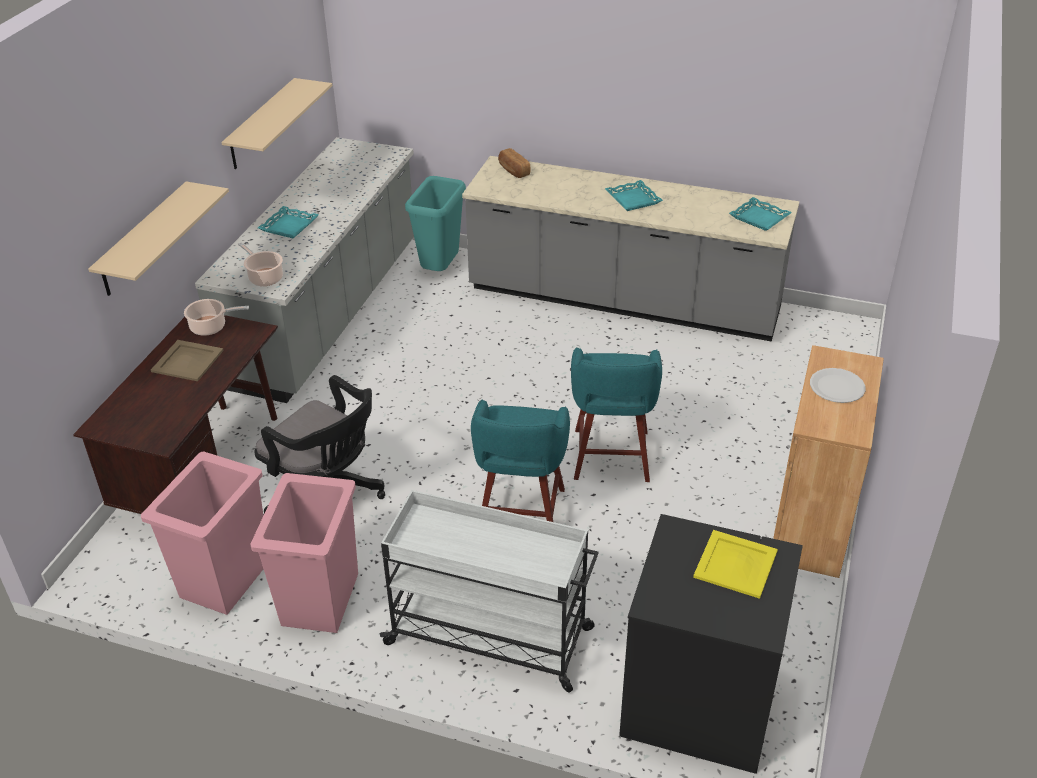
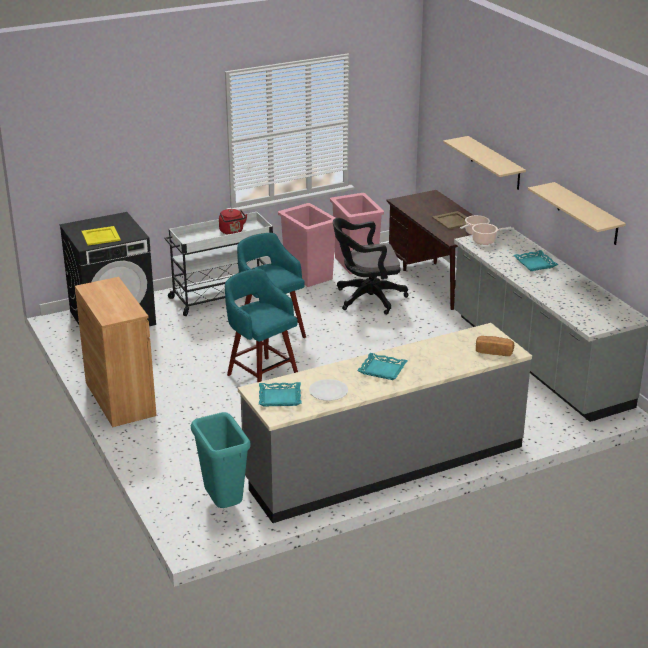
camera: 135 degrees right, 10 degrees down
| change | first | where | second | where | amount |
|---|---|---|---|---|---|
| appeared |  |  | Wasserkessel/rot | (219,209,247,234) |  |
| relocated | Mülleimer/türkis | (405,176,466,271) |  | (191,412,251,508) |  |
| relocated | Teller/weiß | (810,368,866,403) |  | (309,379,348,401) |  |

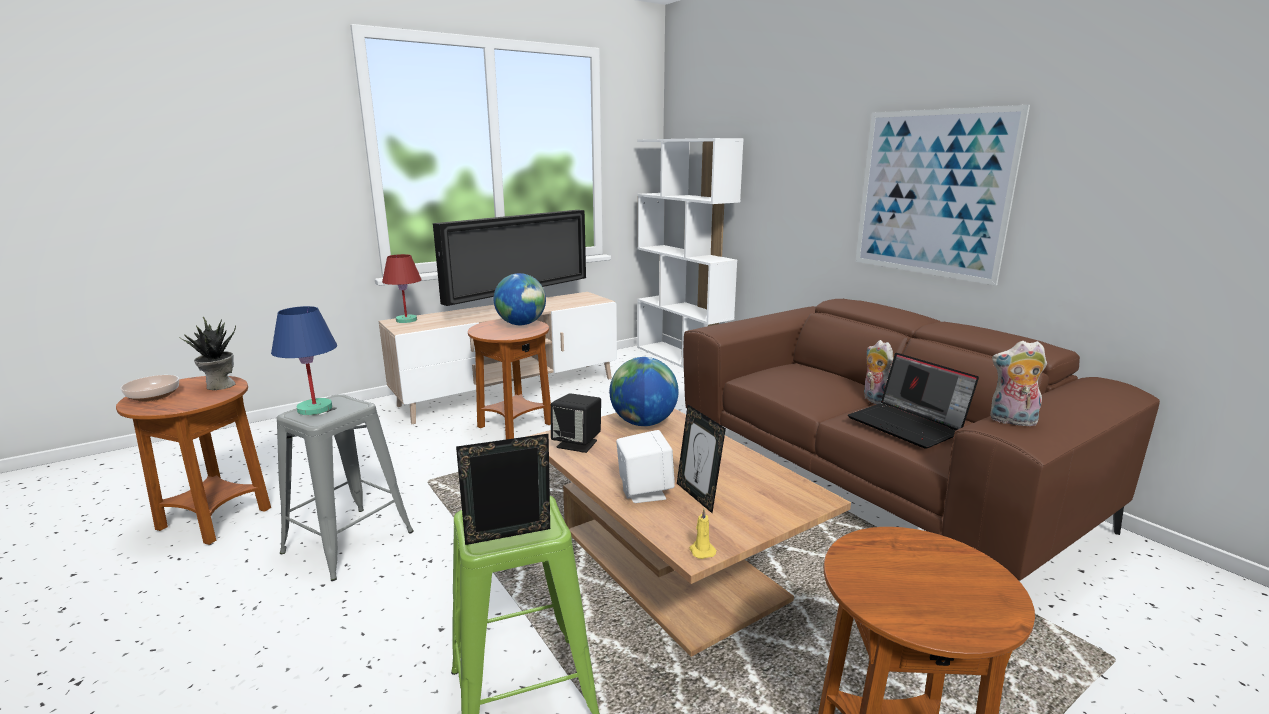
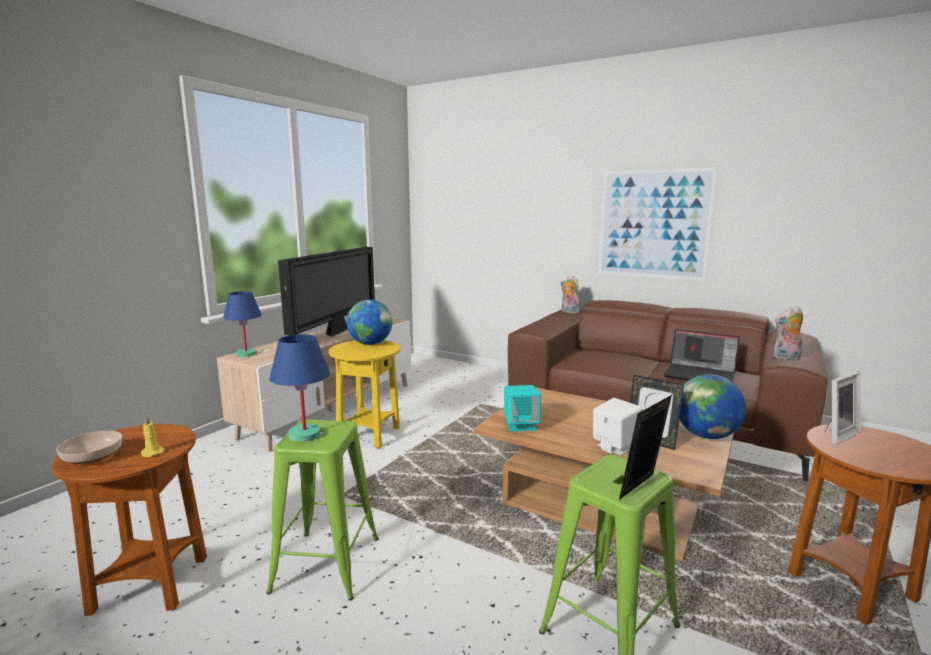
camera: 25 degrees left, 5 degrees down
| change | first | where | second | where | amount |
|---|---|---|---|---|---|
| missing | Topfpflanze | (179,317,236,390) |  |  |  |
| missing | Bücherregal/weiß | (637,138,744,368) |  |  |  |
| appeared |  |  | Bilderrahmen | (825,371,861,445) |  |
| relocated | Globus | (609,357,679,426) |  | (679,374,746,439) |  |
| relocated | Kerze/gelb | (690,509,717,559) |  | (141,416,165,457) |  |
| relocated | Plüschtier | (863,340,893,405) |  | (560,275,580,313) |  |
| colour | Hocker/grau | (277,394,414,581) | Hocker/grün | (266,419,379,601) |  |
| colour | Tischlampe/rot | (382,254,422,323) | Tischlampe/blau | (223,291,262,357) |  |
| colour | Beistelltisch/braun | (468,319,551,439) | Beistelltisch/gelb | (329,340,401,448) |  |
| colour | Lautsprecher/schwarz | (551,393,601,453) | Lautsprecher/türkis | (504,385,541,431) |  |

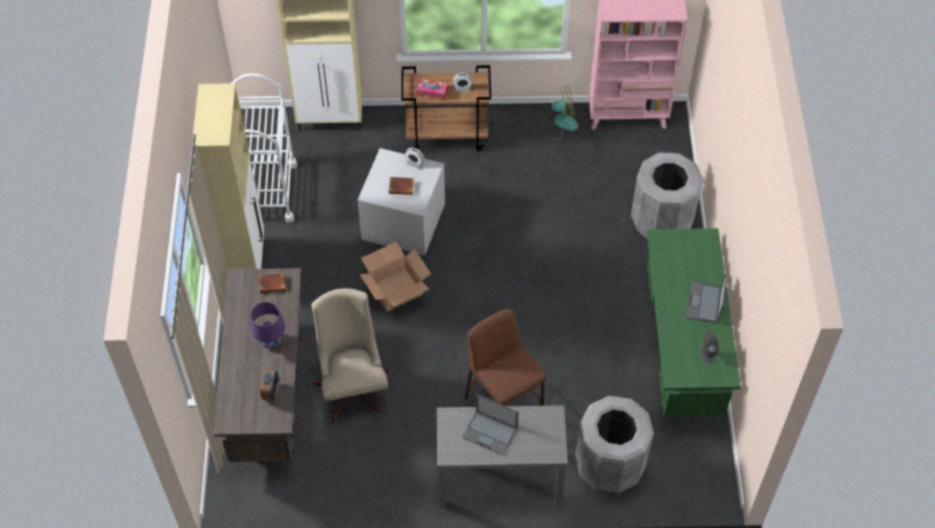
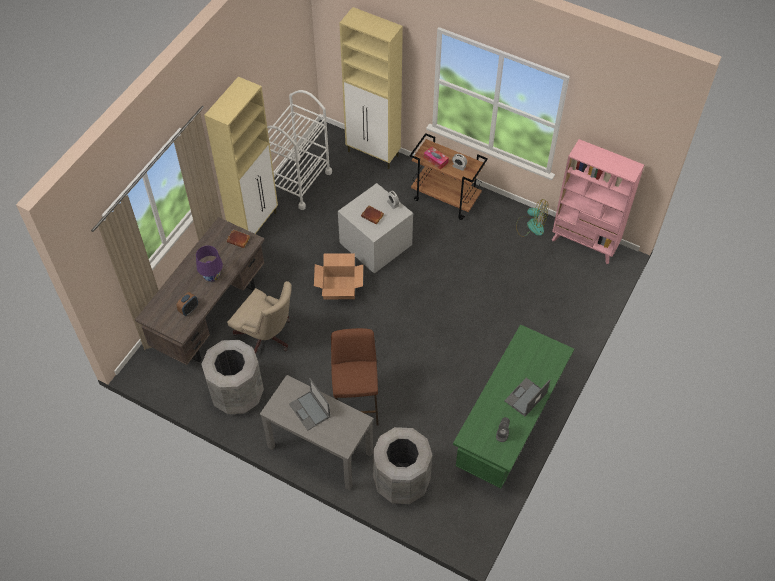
camera: 30 degrees right, 0 degrees up
| change | first | where | second | where | amount |
|---|---|---|---|---|---|
| relocated | Mülleimer/grau | (631,152,703,238) |  | (201,340,264,414) |  |
| spun | Bürostuhl/beige | (311,288,390,423) |  | (227,281,292,354) | 105 degrees clockwise |

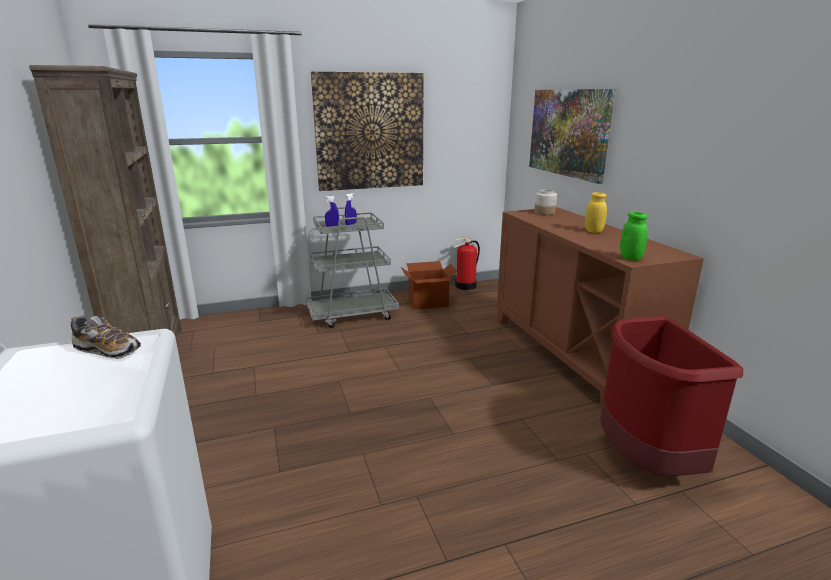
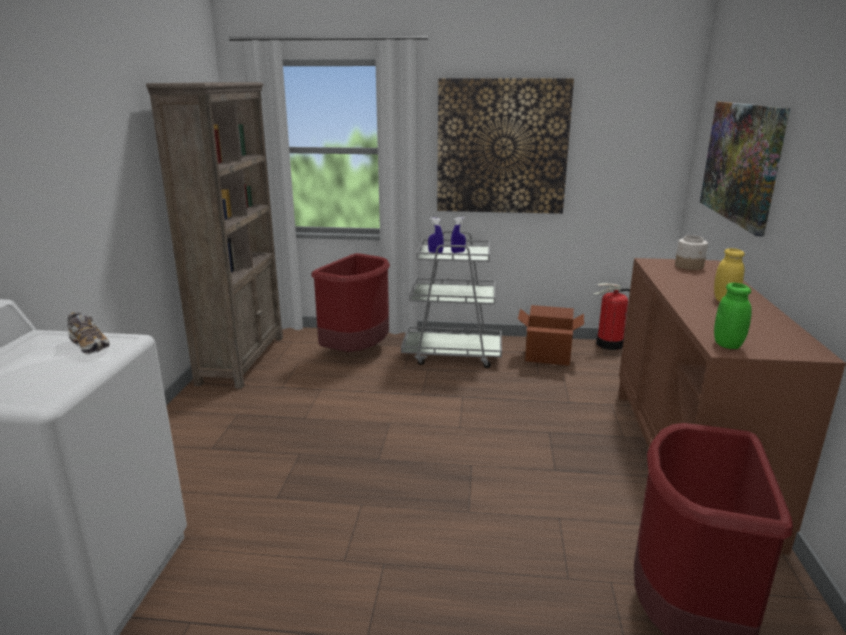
camera: 25 degrees right, 0 degrees up
| change | first | where | second | where | amount |
|---|---|---|---|---|---|
| appeared |  |  | Mülleimer/rot | (311,253,390,352) |  |

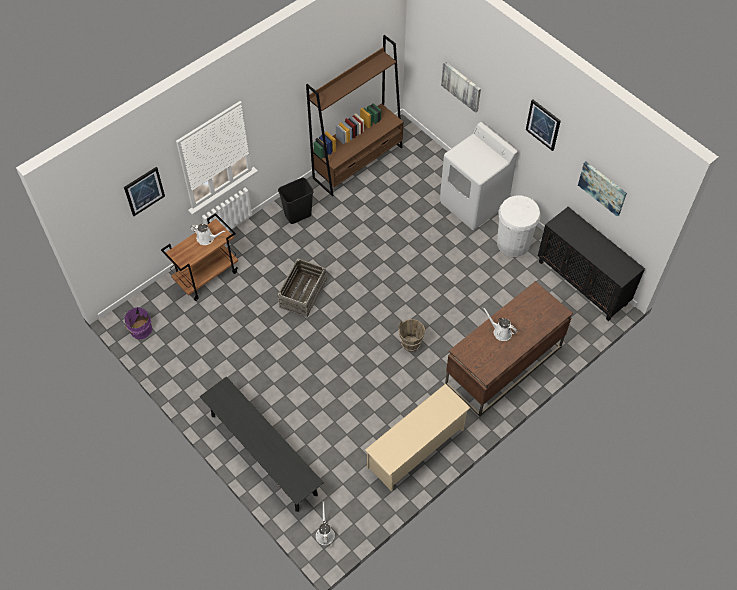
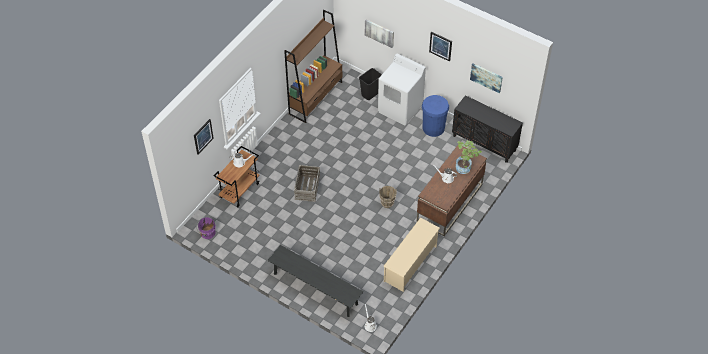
camera: 15 degrees left, 5 degrees down
| change | first | where | second | where | amount |
|---|---|---|---|---|---|
| appeared |  |  | Topfpflanze | (456,140,482,174) |  |
| relocated | Mülleimer/schwarz | (278,178,314,224) |  | (359,68,382,100) |  |
| colour | Mülleimer/weiß | (497,196,541,257) | Mülleimer/blau | (422,95,449,137) |  |

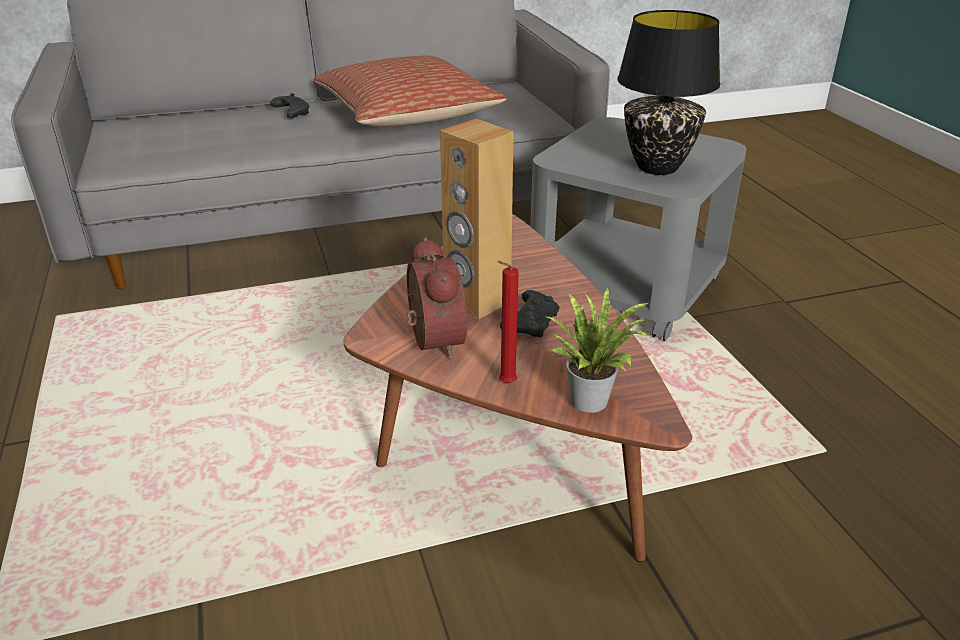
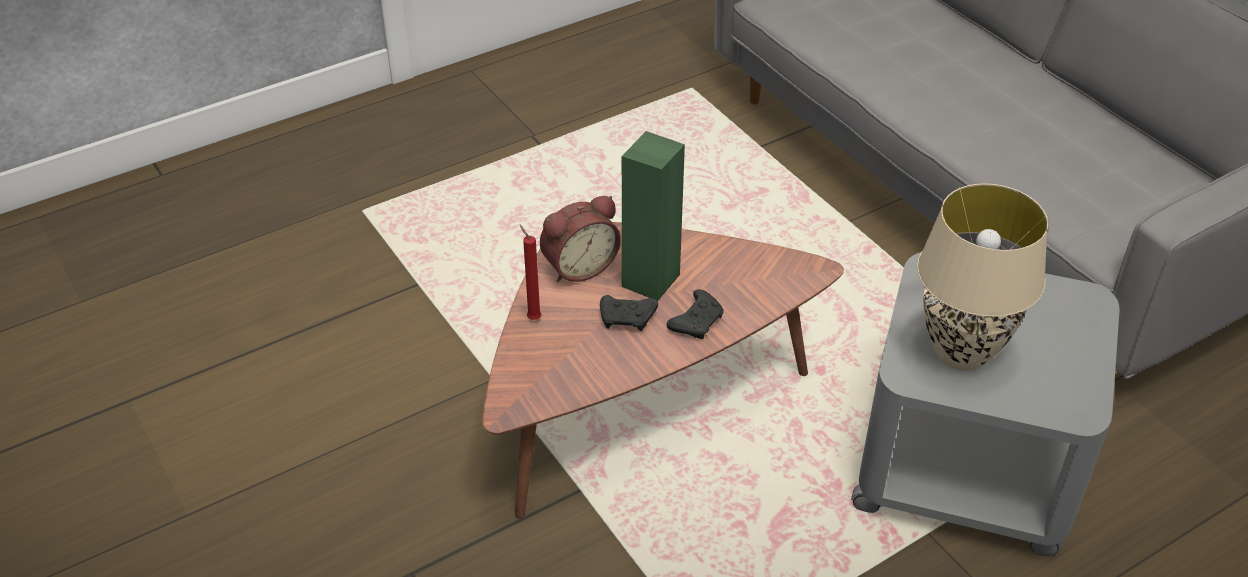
camera: 75 degrees right, 10 degrees up
| change | first | where | second | where | amount |
|---|---|---|---|---|---|
| missing | Kissen | (314,56,507,127) |  |  |  |
| missing | Topfpflanze | (544,287,652,413) |  |  |  |
| relocated | Gamepad/schwarz | (270,93,309,118) |  | (667,289,724,339) |  |
| colour | Lautsprecher/braun | (440,119,513,319) | Lautsprecher/grün | (622,131,685,301) |  |
| colour | Tischlampe/schwarz | (617,10,720,175) | Tischlampe/beige | (917,183,1048,371) |  |

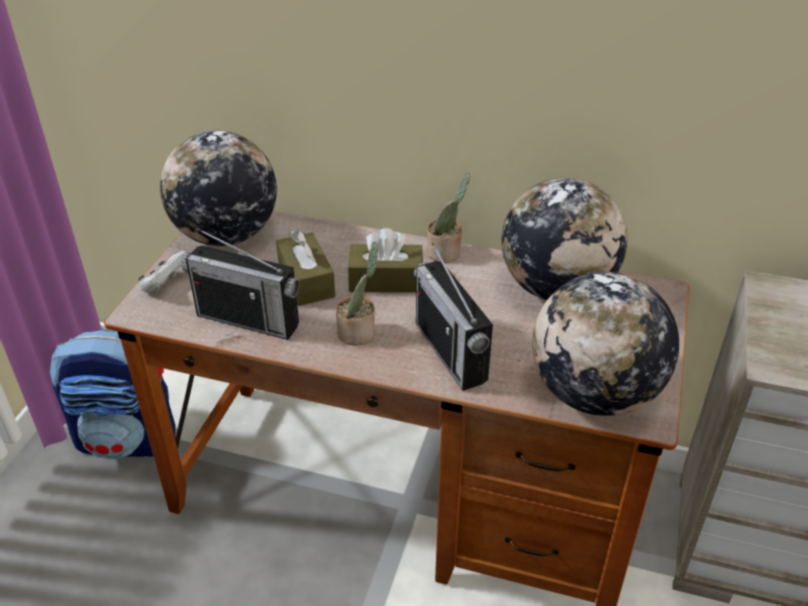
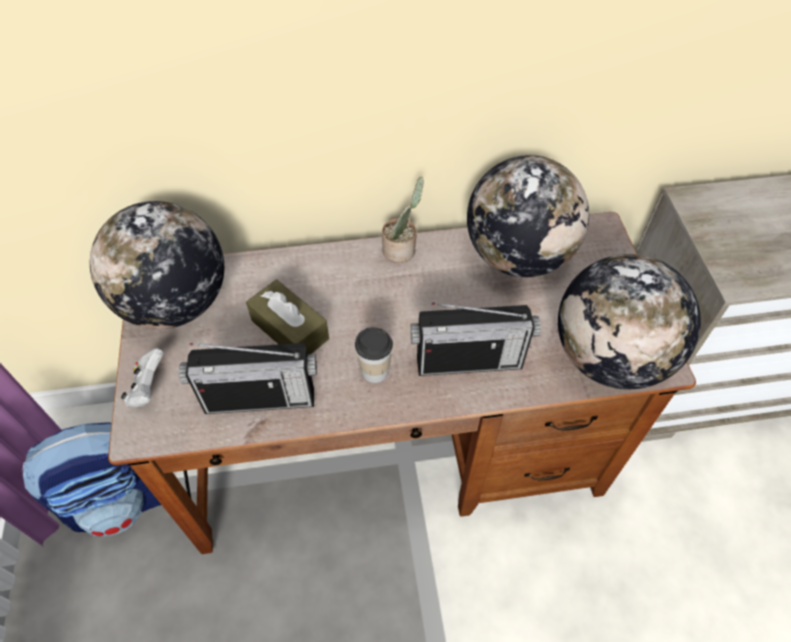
camera: 25 degrees left, 15 degrees up
| change | first | where | second | where | amount |
|---|---|---|---|---|---|
| missing | Taschentuchbox/braun | (348,228,423,293) |  |  |  |
| exchanged | Topfpflanze | (336,242,378,346) | Tasse | (355,327,393,383) |  |
| spun | Radio | (414,242,493,391) |  | (410,302,541,376) | 45 degrees counterclockwise |

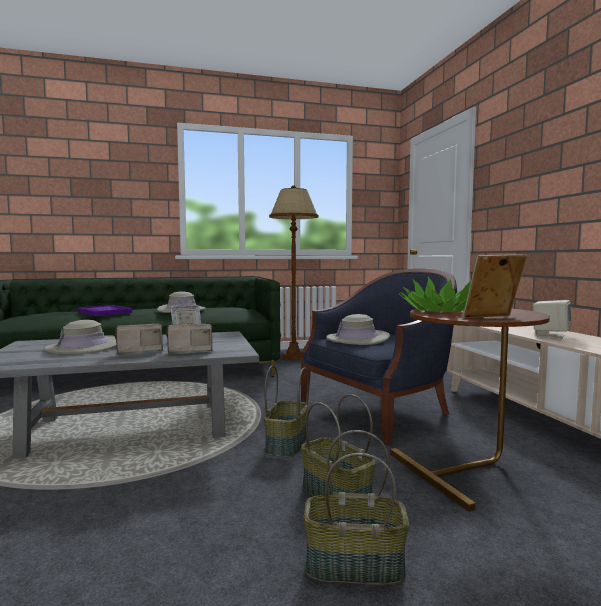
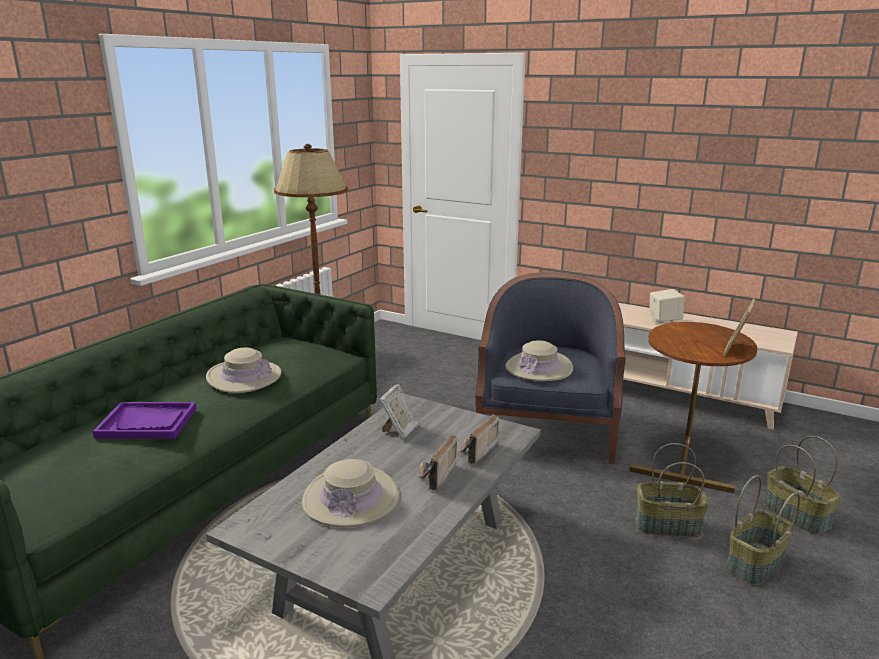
camera: 45 degrees left, 15 degrees up
| change | first | where | second | where | amount |
|---|---|---|---|---|---|
| missing | Topfpflanze | (399,277,471,312) |  |  |  |
| relocated | Korb | (264,365,309,458) |  | (763,436,841,535) |  |

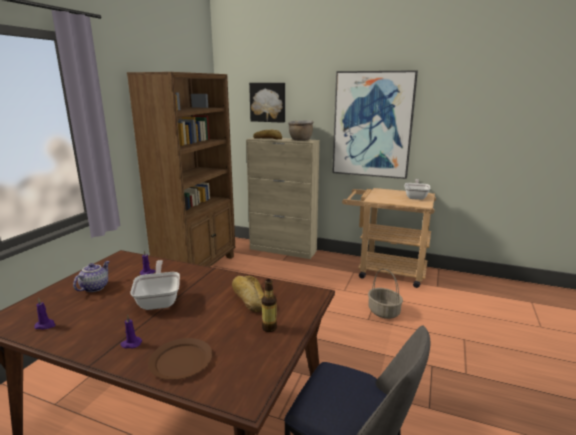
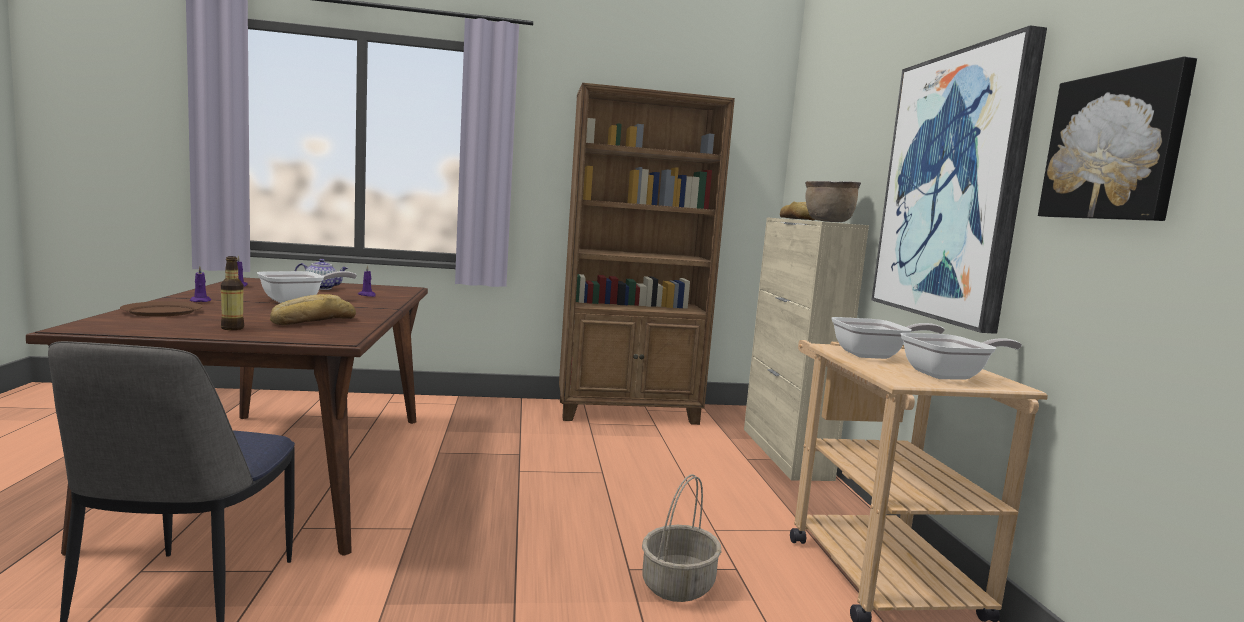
camera: 60 degrees right, 10 degrees down
| change | first | where | second | where | amount |
|---|---|---|---|---|---|
| appeared |  |  | Pfanne | (832,317,945,359) |  |
| relocated | Bild | (249,83,285,123) |  | (1038,56,1197,221) |  |

